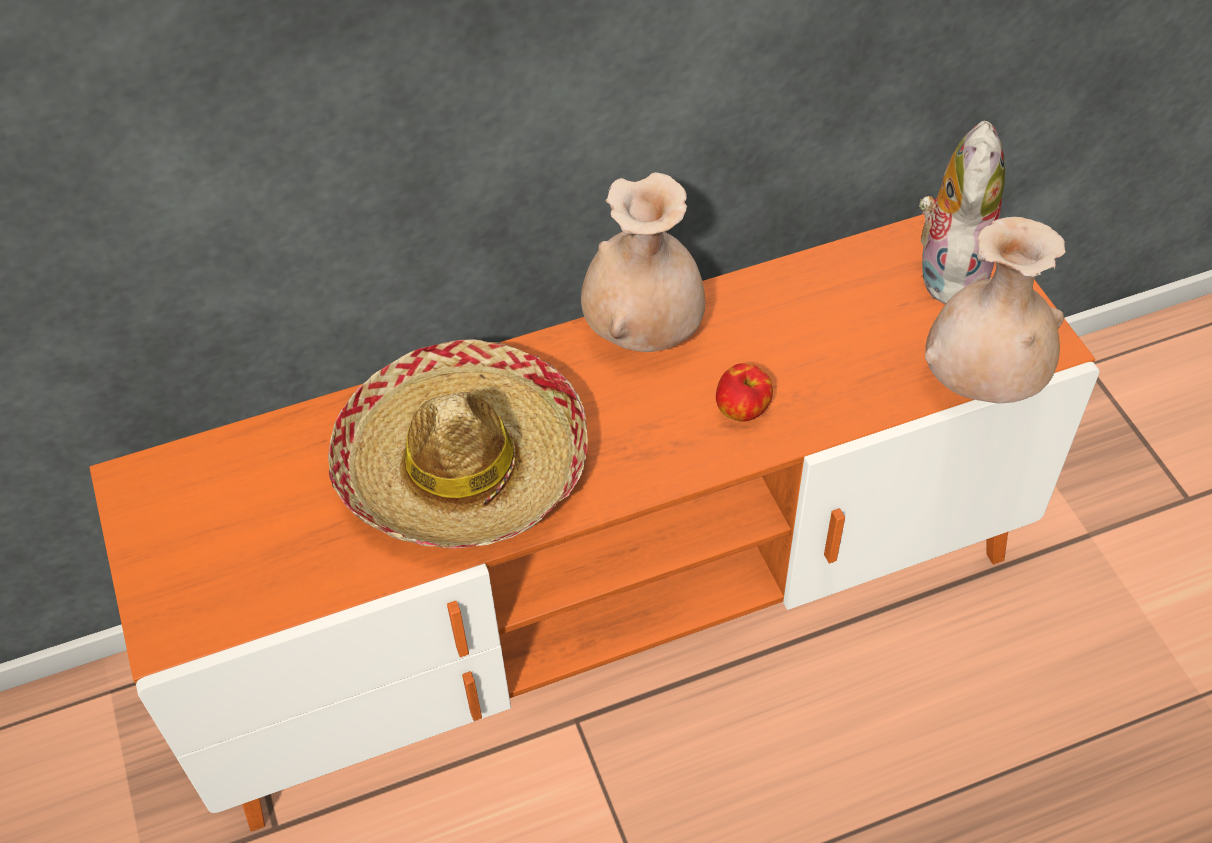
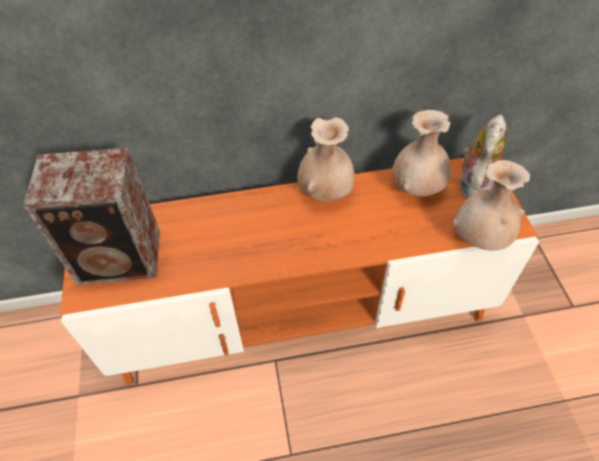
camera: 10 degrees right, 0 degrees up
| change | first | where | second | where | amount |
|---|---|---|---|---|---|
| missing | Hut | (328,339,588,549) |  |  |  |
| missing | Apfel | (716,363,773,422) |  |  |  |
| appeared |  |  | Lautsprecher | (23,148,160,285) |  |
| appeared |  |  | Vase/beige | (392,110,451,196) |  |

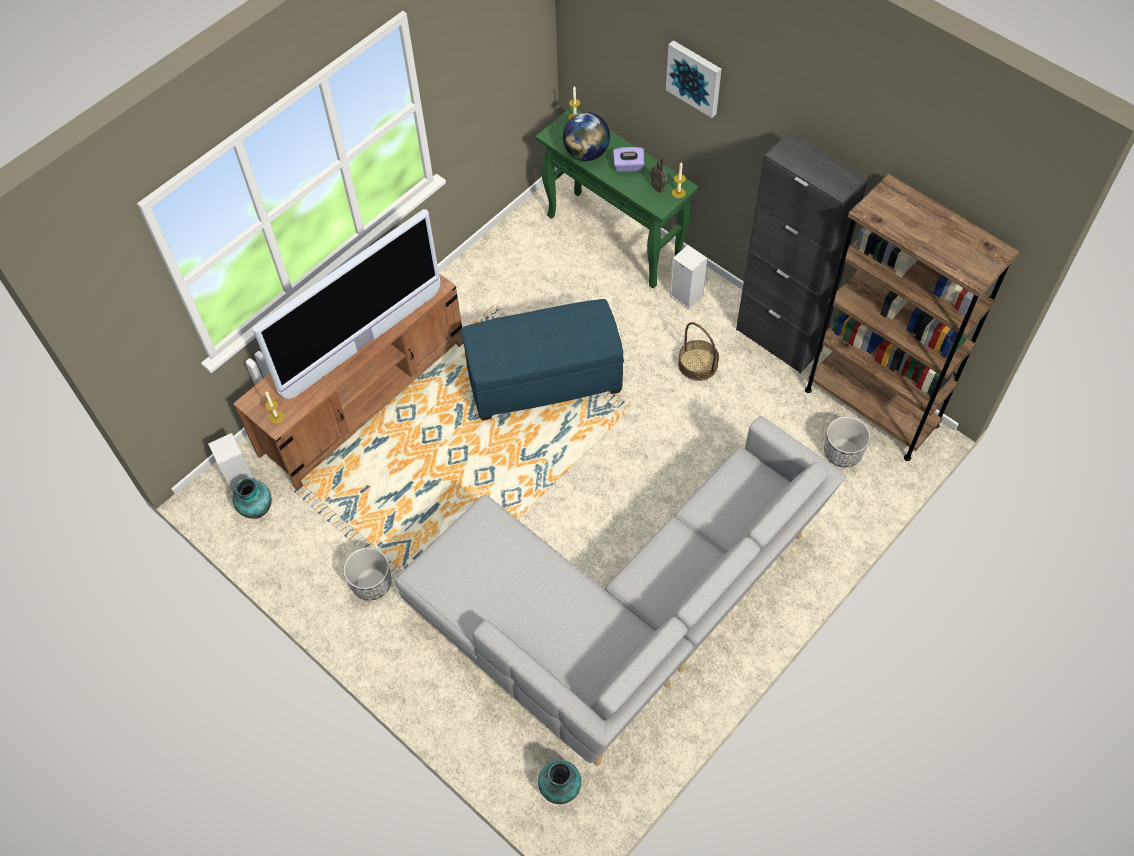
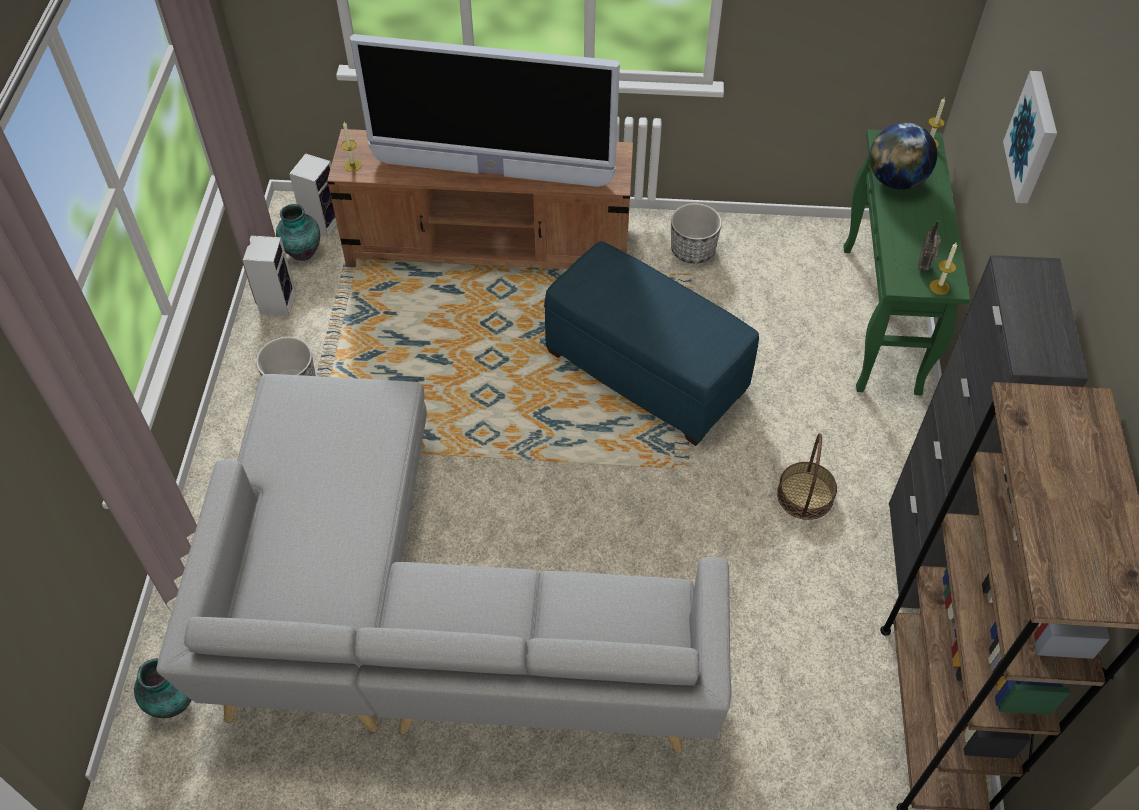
camera: 50 degrees right, 5 degrees down
| change | first | where | second | where | amount |
|---|---|---|---|---|---|
| missing | Taschentuchbox/lila | (613,147,644,172) |  |  |  |
| relocated | Lautsprecher | (670,245,708,309) |  | (243,235,296,316) |  |
| relocated | Pflanzkübel | (824,416,871,467) |  | (671,203,722,264) |  |

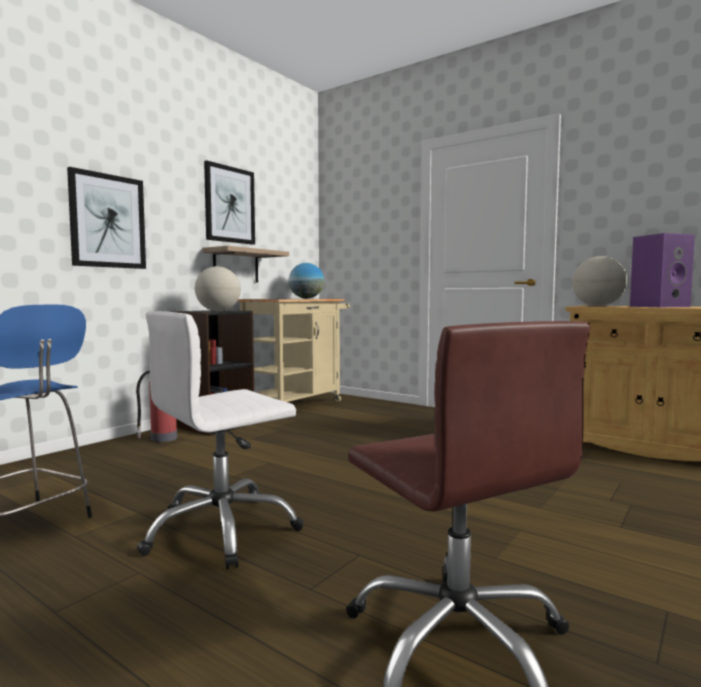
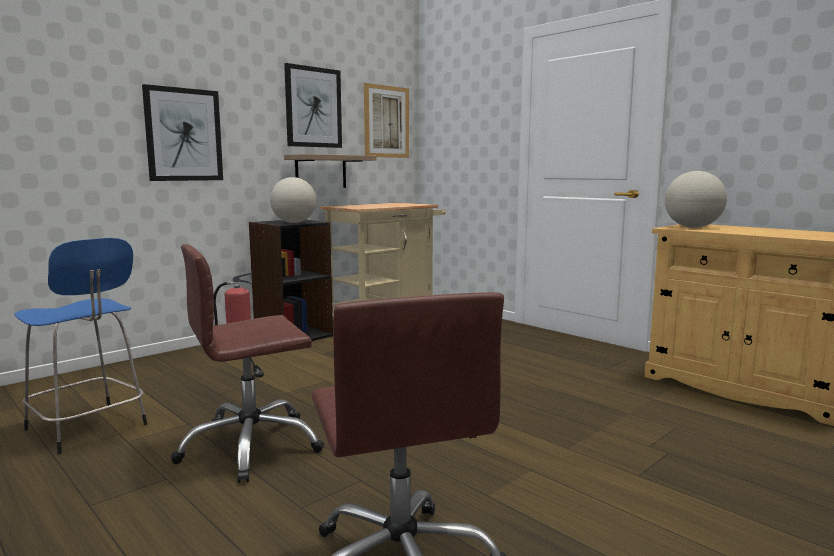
camera: 10 degrees right, 5 degrees up
| change | first | where | second | where | amount |
|---|---|---|---|---|---|
| missing | Globus | (289,263,324,299) |  |  |  |
| missing | Lautsprecher/lila | (630,233,695,307) |  |  |  |
| appeared |  |  | Bild | (364,83,409,158) |  |
| colour | Bürostuhl/weiß | (137,311,304,569) | Bürostuhl/braun | (171,244,325,483) |  |

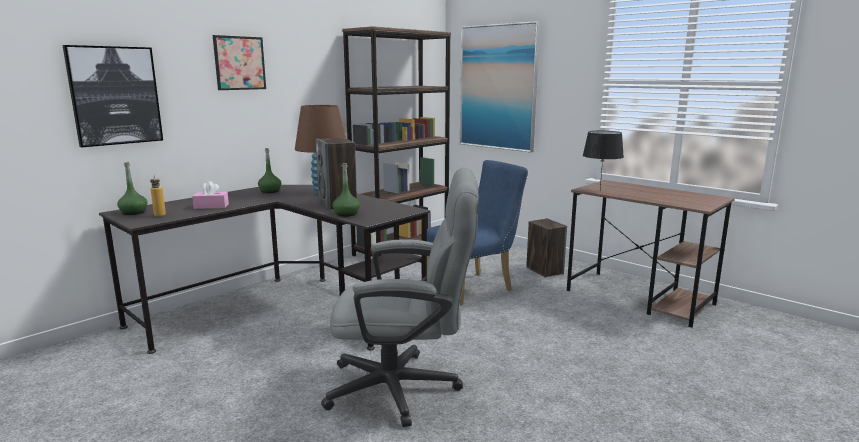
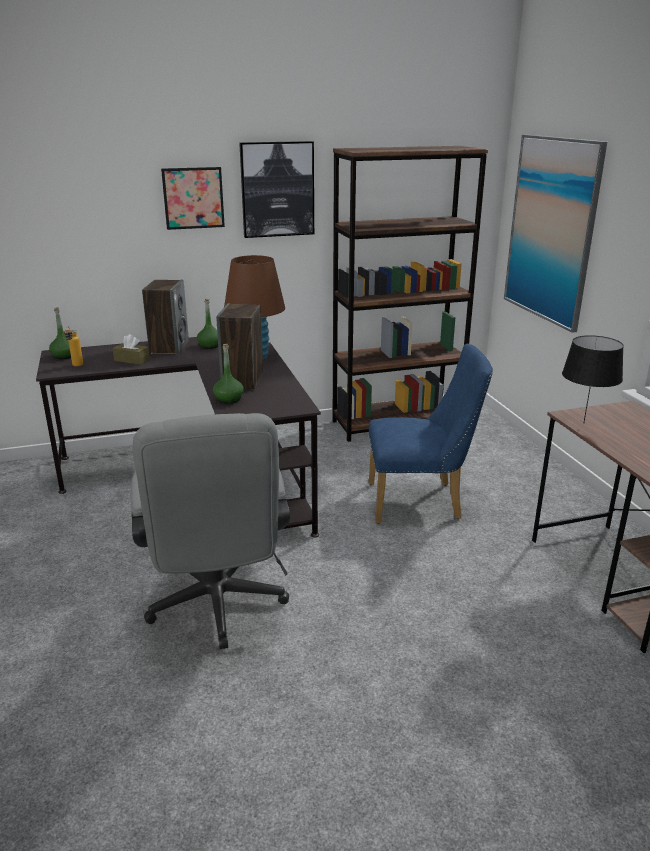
camera: 30 degrees right, 10 degrees up
| change | first | where | second | where | amount |
|---|---|---|---|---|---|
| relocated | Bild | (63,45,163,147) |  | (239,141,314,238) |  |
| relocated | Lautsprecher | (526,218,567,277) |  | (142,280,189,355) |  |
| colour | Taschentuchbox/rosa | (193,181,229,209) | Taschentuchbox/braun | (113,334,149,365) |  |
| spun | Bürostuhl/grau | (321,168,478,427) |  | (131,413,290,649) | 45 degrees clockwise |

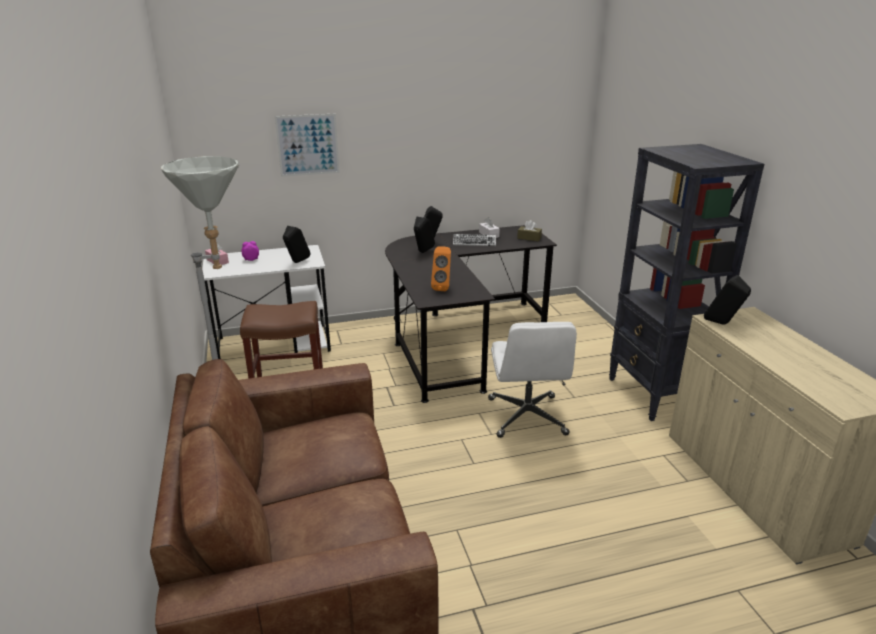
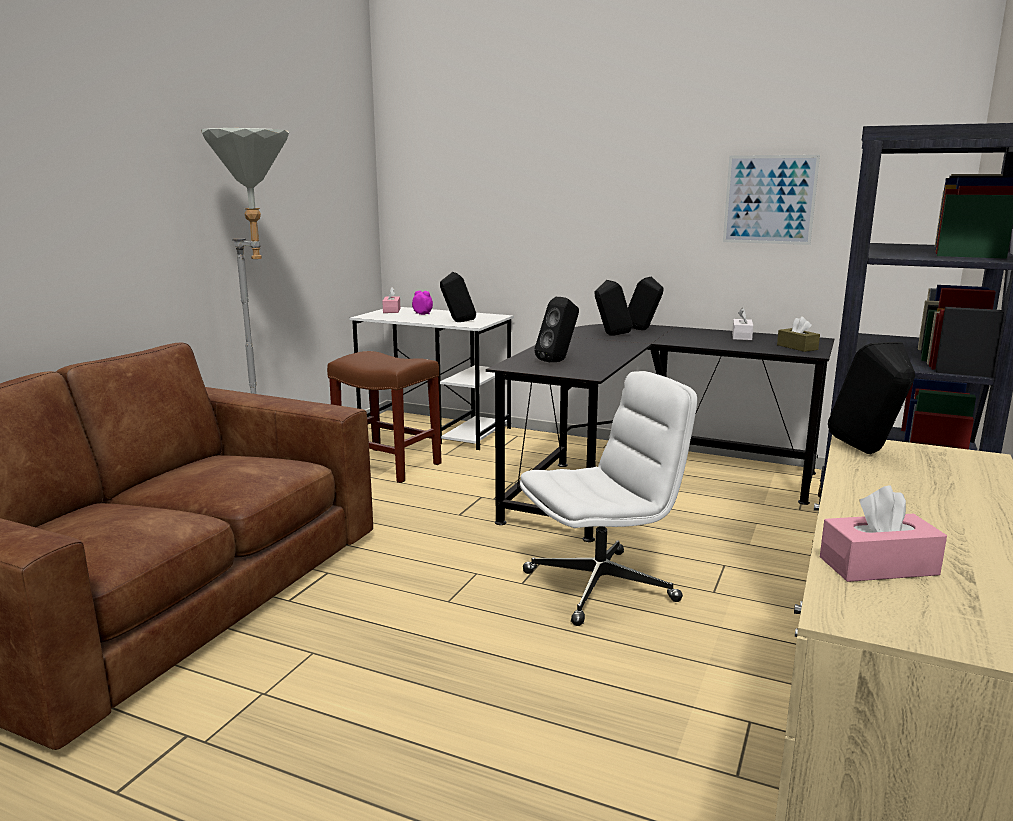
camera: 40 degrees right, 10 degrees down
| change | first | where | second | where | amount |
|---|---|---|---|---|---|
| missing | Tastatur | (453,234,496,246) |  |  |  |
| appeared |  |  | Taschentuchbox/rosa | (820,486,947,582) |  |
| relocated | Bild | (275,114,340,177) |  | (723,155,820,245) |  |
| colour | Lautsprecher/orange | (431,246,451,291) | Lautsprecher/schwarz | (534,297,579,362) |  |
| spun | Bürostuhl/weiß | (488,322,577,438) |  | (520,371,697,626) | 150 degrees counterclockwise |

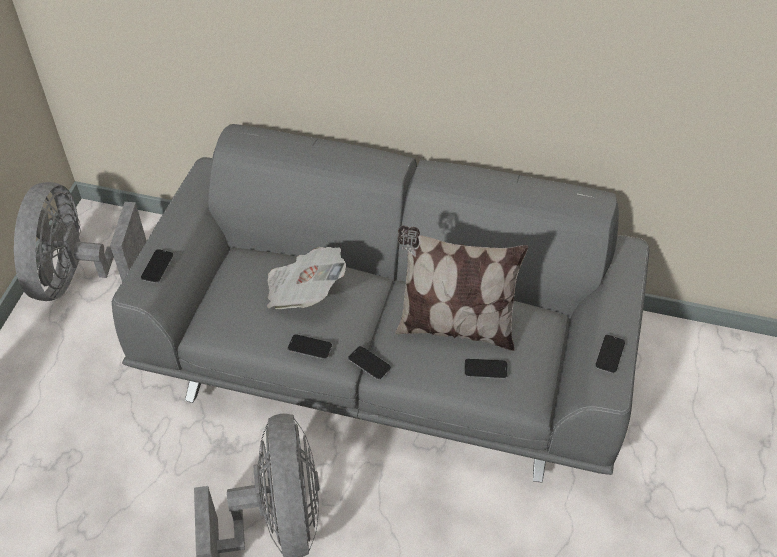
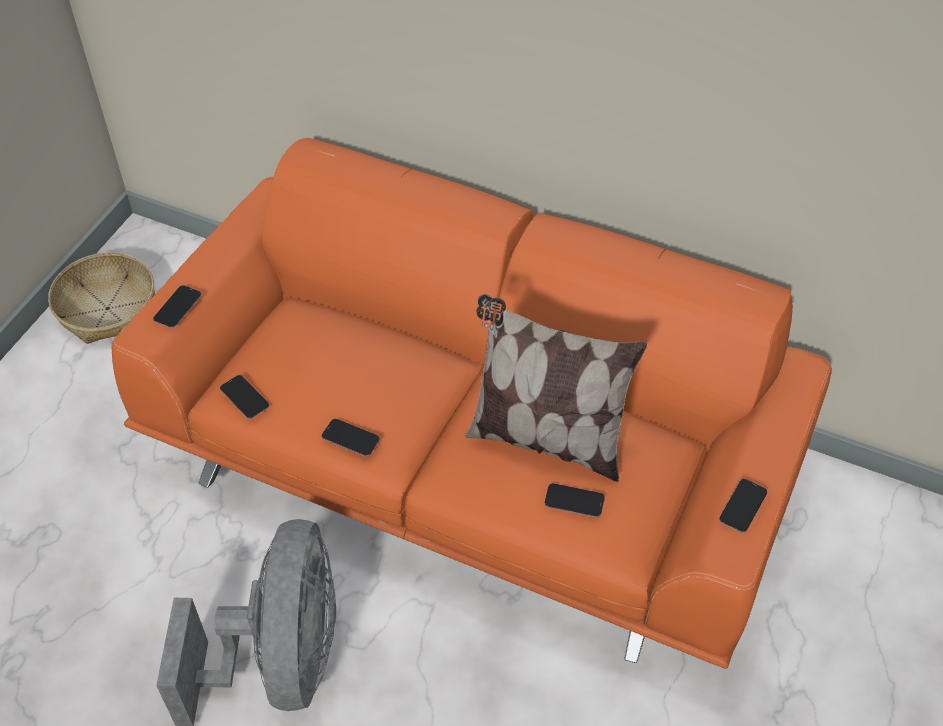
camera: 10 degrees right, 0 degrees up
| change | first | where | second | where | amount |
|---|---|---|---|---|---|
| missing | Zeitung | (267,247,346,309) |  |  |  |
| relocated | Handy | (348,346,391,380) |  | (220,375,269,419) |  |
| exchanged | Ventilator/grau | (13,182,147,301) | Korb | (48,252,155,344) |  |
| colour | Sofa/grau | (112,124,650,483) | Sofa/orange | (112,138,832,669) |  |

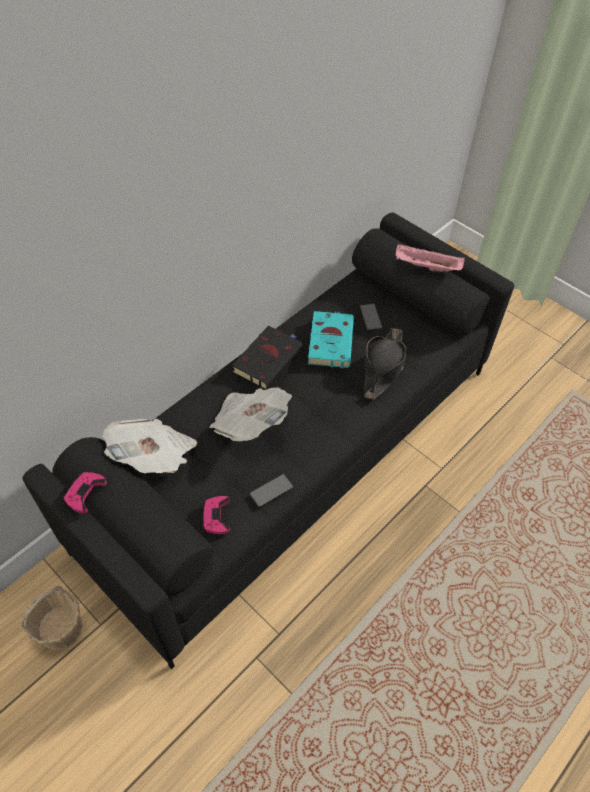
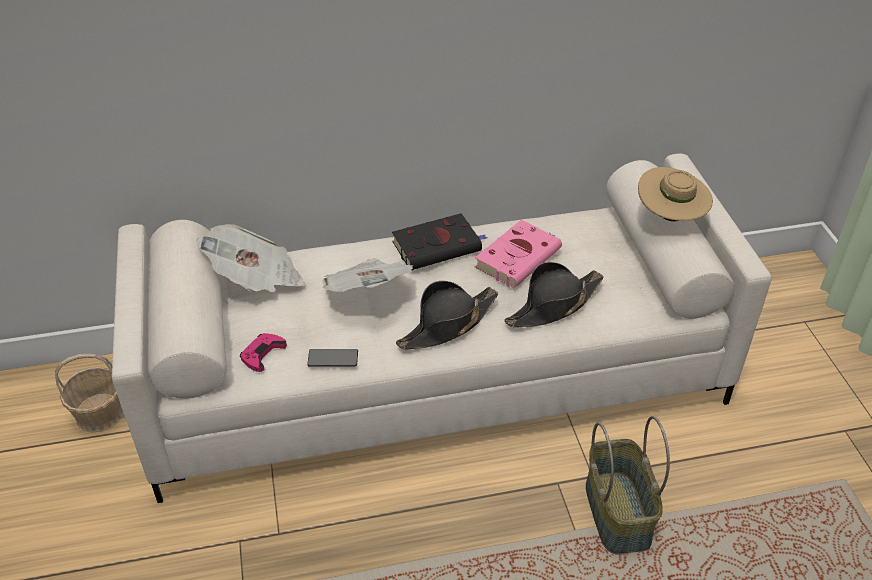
camera: 35 degrees right, 10 degrees down
| change | first | where | second | where | amount |
|---|---|---|---|---|---|
| missing | Gamepad/rosa | (63,472,107,514) |  |  |  |
| missing | Handy | (360,304,383,331) |  |  |  |
| appeared |  |  | Hut/schwarz | (396,281,498,350) |  |
| appeared |  |  | Korb | (586,416,670,554) |  |
| exchanged | Tablett/rosa | (396,244,465,272) | Hut/beige | (638,167,713,221) |  |
| colour | Sofa/schwarz | (22,212,514,669) | Sofa/weiß | (112,154,771,503) |  |
| colour | Buch/türkis | (308,311,354,368) | Buch/rosa | (475,220,562,288) |  |

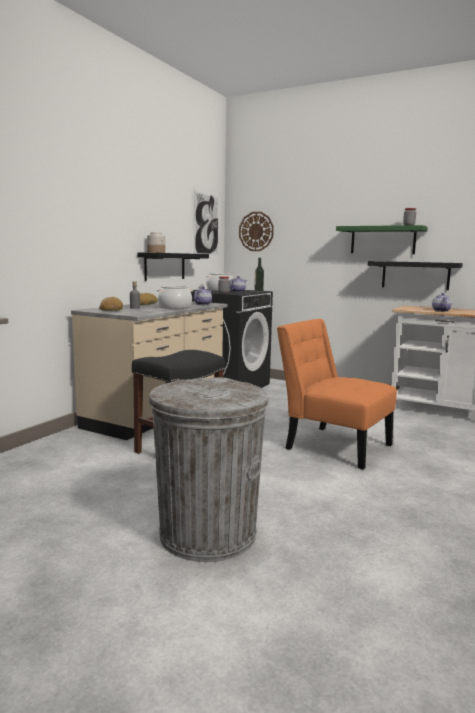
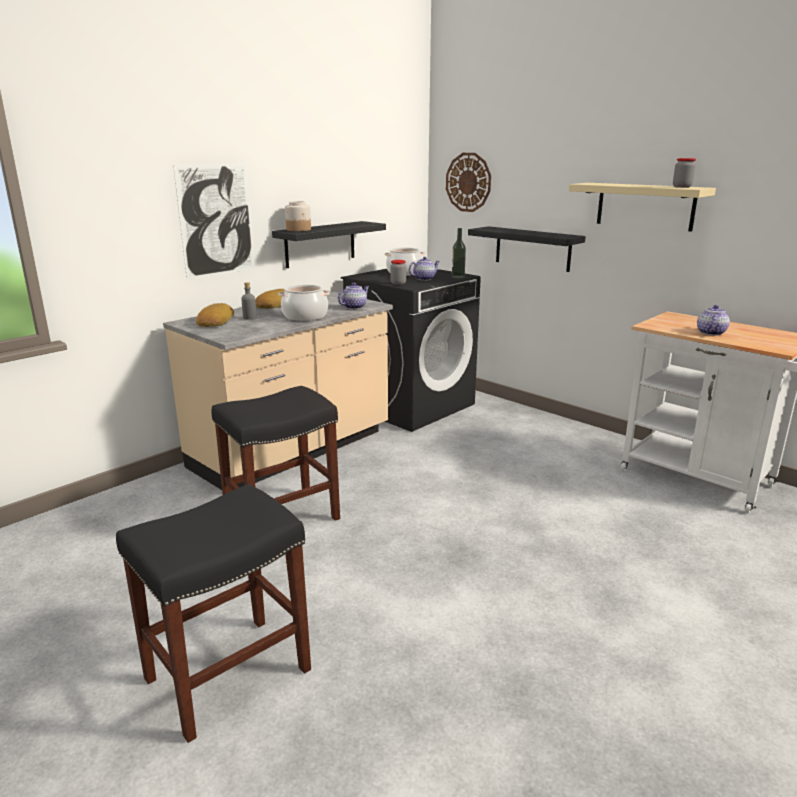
camera: 15 degrees right, 10 degrees up
| change | first | where | second | where | amount |
|---|---|---|---|---|---|
| missing | Stuhl/orange | (277,319,397,469) |  |  |  |
| relocated | Bild | (194,190,219,255) |  | (173,163,255,279) |  |
| relocated | Wandregal/schwarz | (368,261,463,290) |  | (468,226,586,272) |  |
| exchanged | Mülleimer/grau | (149,377,269,562) | Hocker/schwarz | (116,484,311,743) |  |
| colour | Wandregal/grün | (336,225,428,254) | Wandregal/beige | (569,183,716,232) |  |

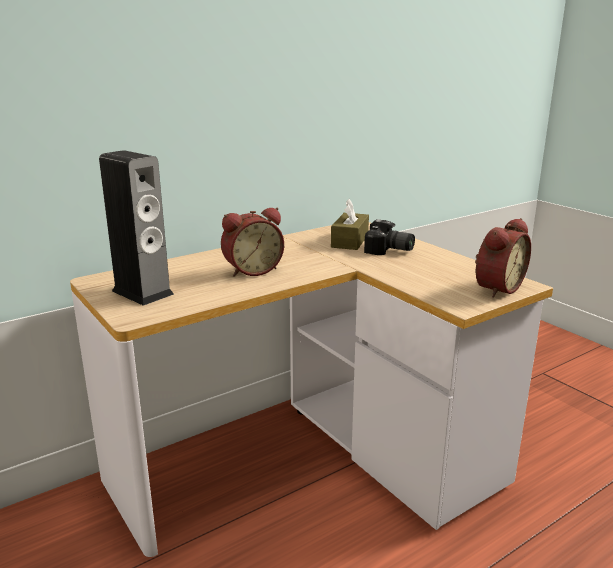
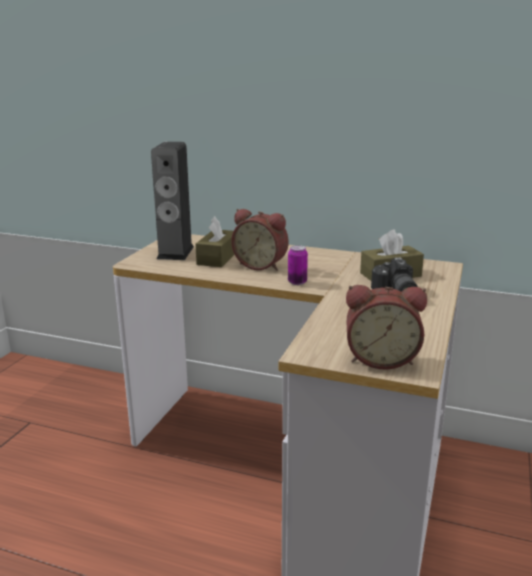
camera: 55 degrees right, 0 degrees up
| change | first | where | second | where | amount |
|---|---|---|---|---|---|
| appeared |  |  | Taschentuchbox/braun | (195,216,235,267) |  |
| appeared |  |  | Dose | (288,245,308,285) |  |

